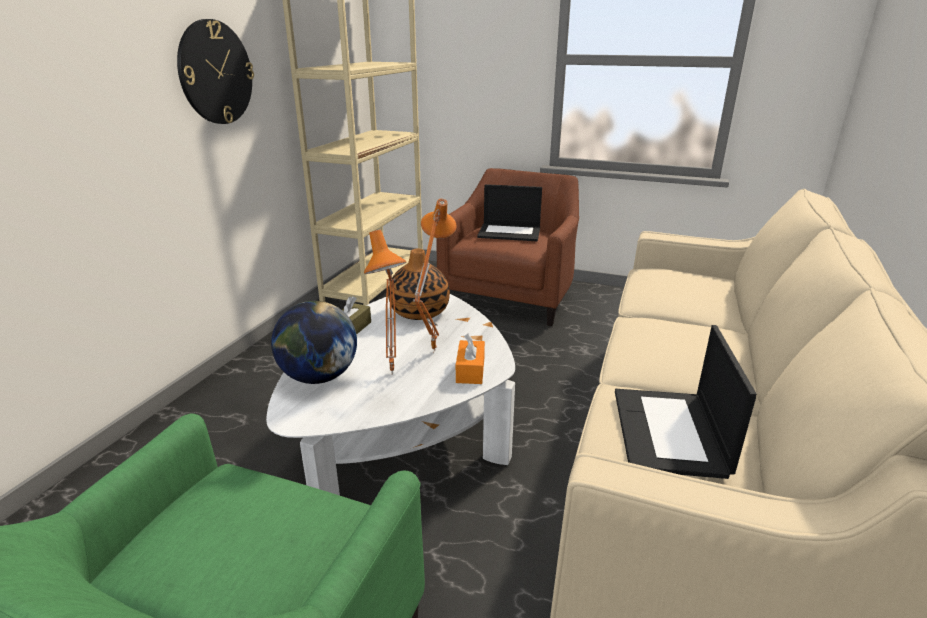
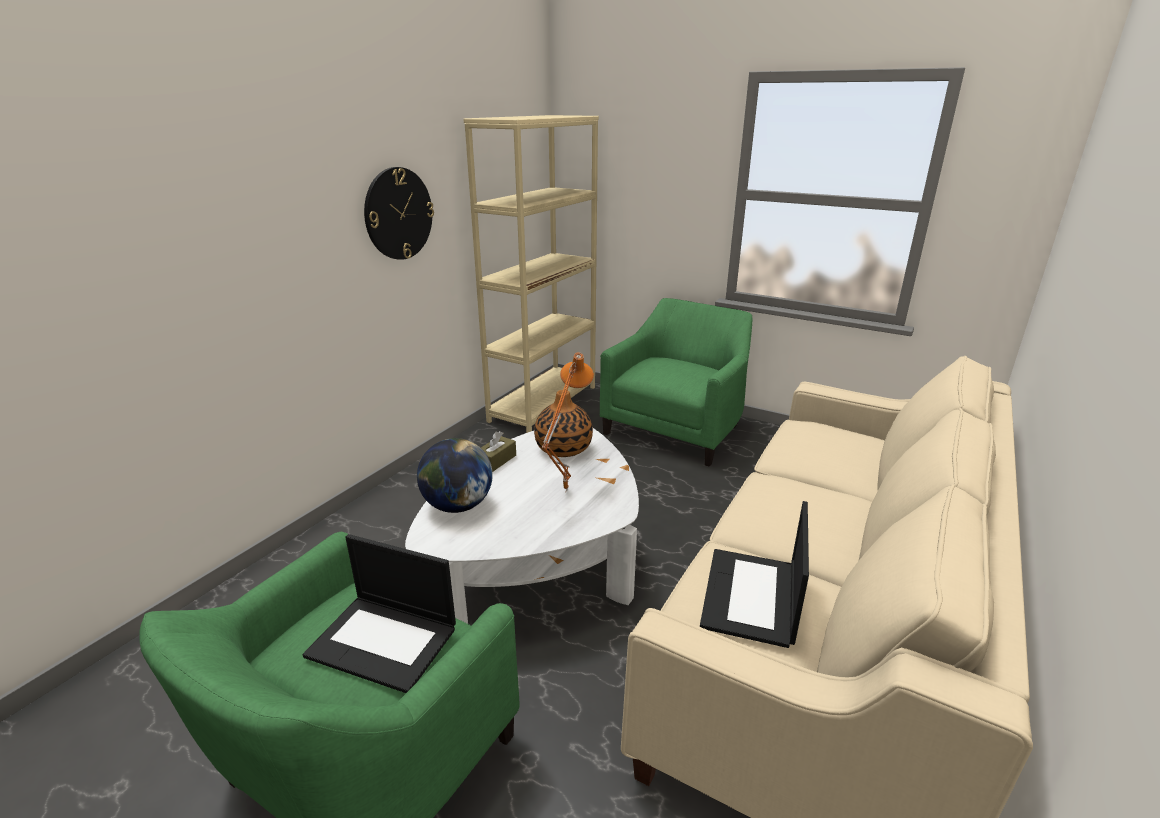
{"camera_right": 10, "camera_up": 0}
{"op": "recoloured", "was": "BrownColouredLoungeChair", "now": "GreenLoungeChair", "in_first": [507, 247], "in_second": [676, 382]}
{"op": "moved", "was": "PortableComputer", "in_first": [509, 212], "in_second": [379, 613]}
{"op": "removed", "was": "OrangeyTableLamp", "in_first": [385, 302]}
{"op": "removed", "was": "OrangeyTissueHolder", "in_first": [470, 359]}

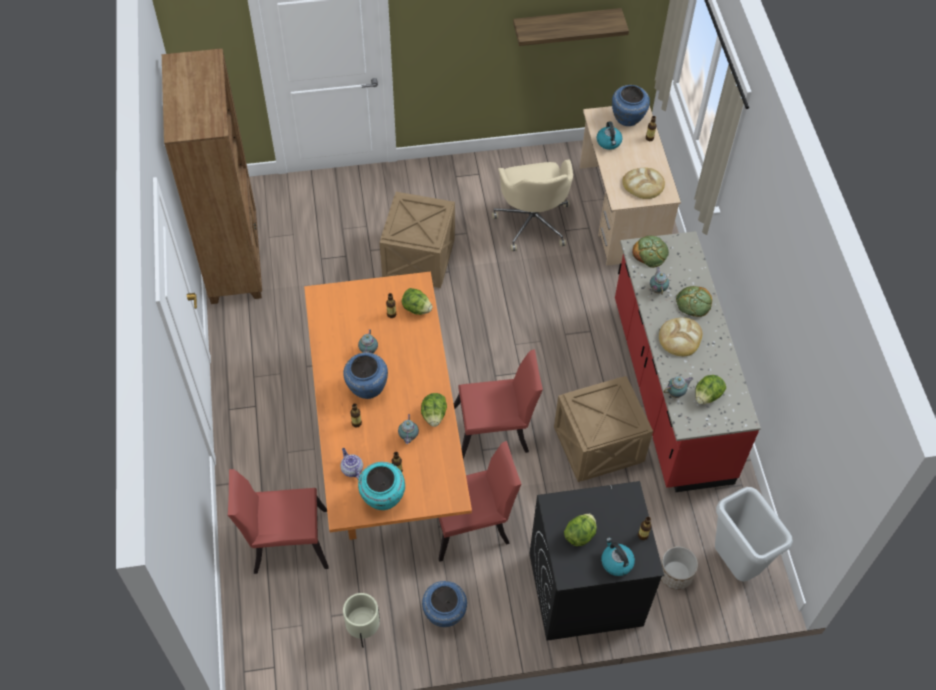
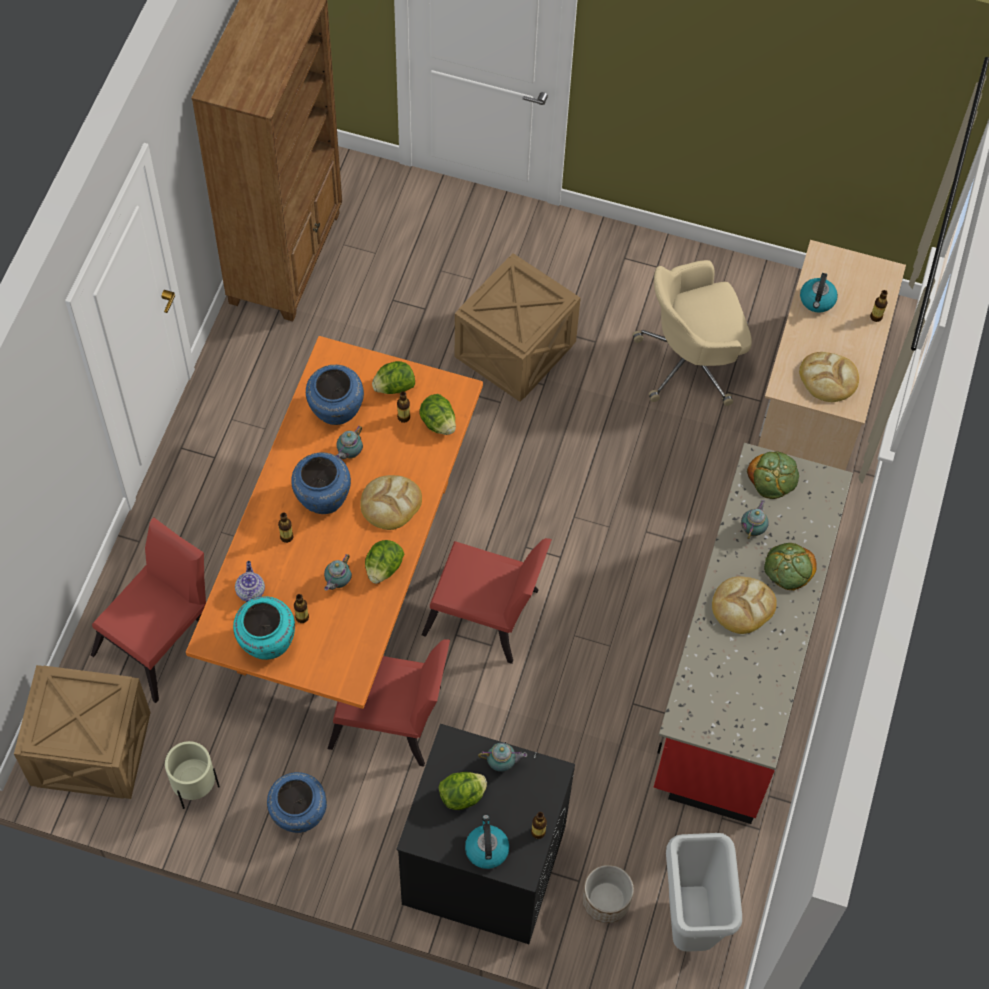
{"camera_right": 25, "camera_up": 5}
{"op": "removed", "was": "BracketShelf", "in_first": [571, 27]}
{"op": "moved", "was": "BlueDecorativeVase", "in_first": [631, 105], "in_second": [335, 395]}
{"op": "turned", "was": "BeigeColouredDeskChair", "in_first": [532, 205], "in_second": [692, 333], "clockwise": 60}
{"op": "moved", "was": "LettuceHead", "in_first": [710, 389], "in_second": [393, 377]}
{"op": "moved", "was": "Crate", "in_first": [603, 429], "in_second": [82, 732]}
{"op": "moved", "was": "Teapot", "in_first": [678, 387], "in_second": [502, 757]}
{"op": "turned", "was": "RedChair", "in_first": [278, 521], "in_second": [148, 610], "clockwise": 105}
{"op": "added", "now": "BakeryBread", "in_second": [391, 502]}

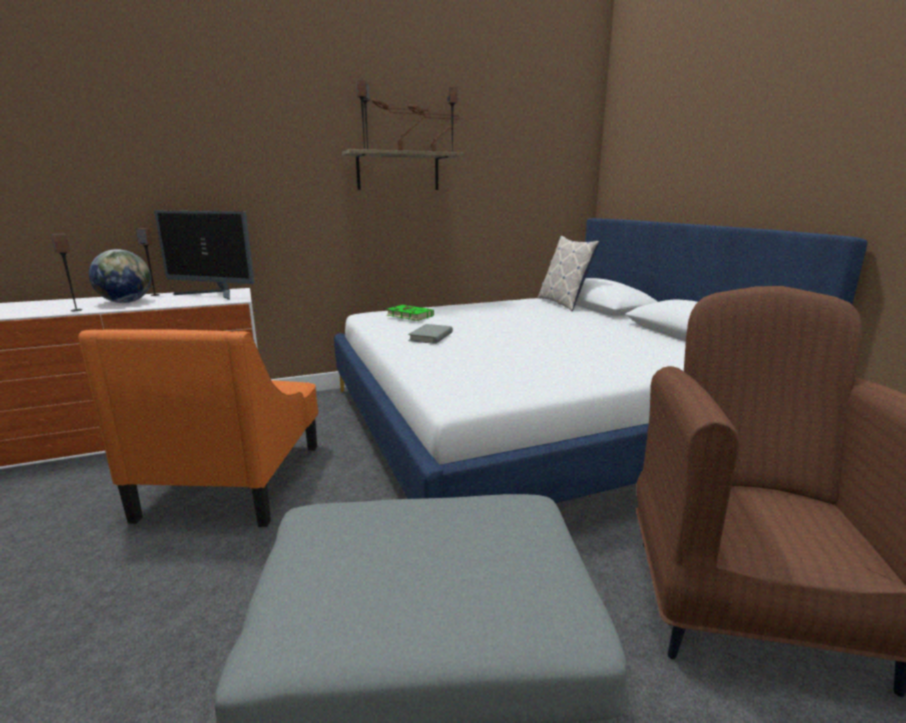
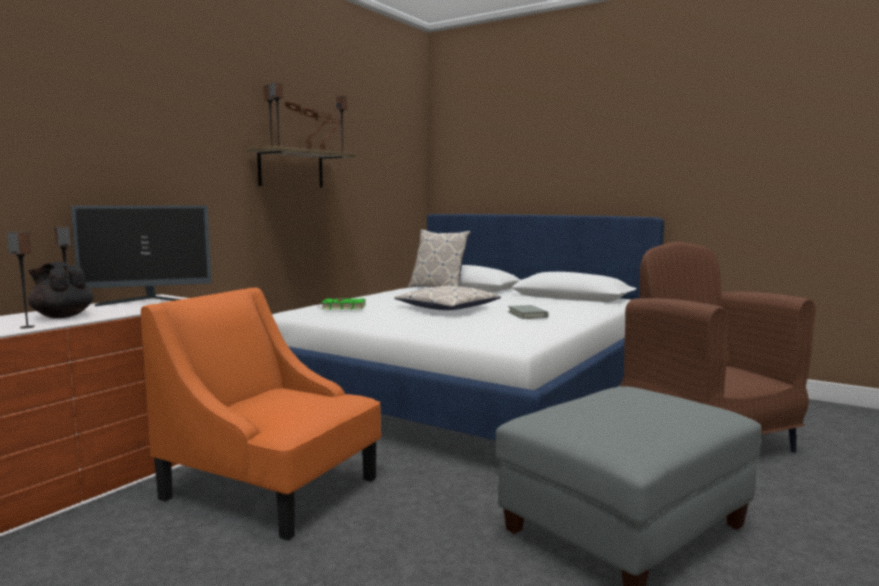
{"camera_right": -35, "camera_up": -10}
{"op": "replaced", "was": "WorldGlobe", "now": "BlackishTeapot", "in_first": [120, 276], "in_second": [61, 290]}
{"op": "moved", "was": "GreyBoundBook", "in_first": [430, 334], "in_second": [528, 312]}
{"op": "turned", "was": "OrangeyLoungeChair", "in_first": [198, 428], "in_second": [261, 414], "clockwise": 150}
{"op": "added", "now": "ThrowPillow", "in_second": [447, 297]}

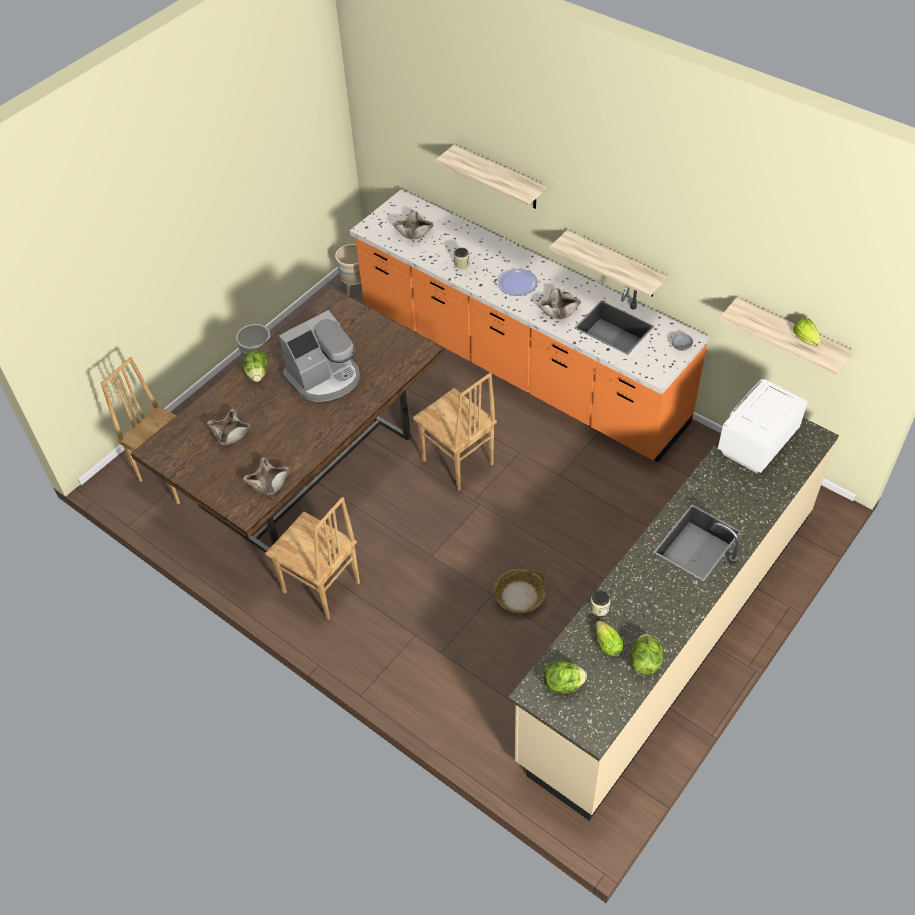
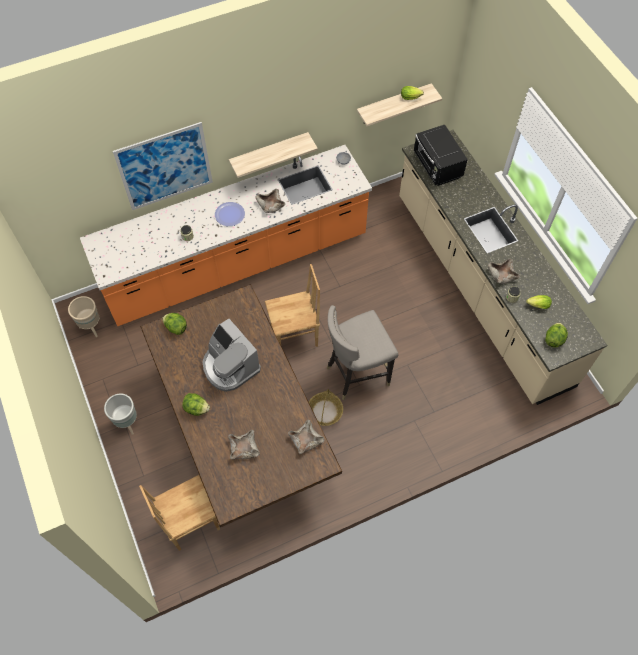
{"camera_right": -65, "camera_up": 10}
{"op": "replaced", "was": "BracketShelf", "now": "WallPicture", "in_first": [491, 177], "in_second": [163, 166]}
{"op": "moved", "was": "BeigeColouredDeepDish", "in_first": [413, 226], "in_second": [504, 271]}
{"op": "turned", "was": "CoffeeMaker", "in_first": [319, 356], "in_second": [231, 355], "clockwise": 150}
{"op": "recoloured", "was": "WhiteMicrowave", "now": "BlackishMicrowave", "in_first": [763, 426], "in_second": [440, 155]}
{"op": "removed", "was": "BrownColouredChair", "in_first": [312, 558]}
{"op": "moved", "was": "HouseholdBasket", "in_first": [520, 591], "in_second": [326, 407]}
{"op": "moved", "was": "LettuceHead", "in_first": [646, 654], "in_second": [174, 324]}
{"op": "added", "now": "GreyStool", "in_second": [363, 352]}

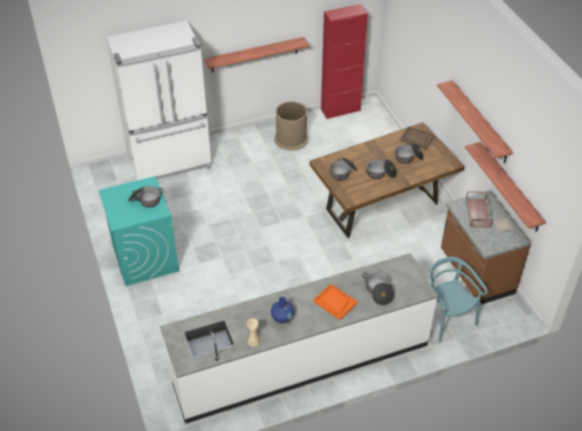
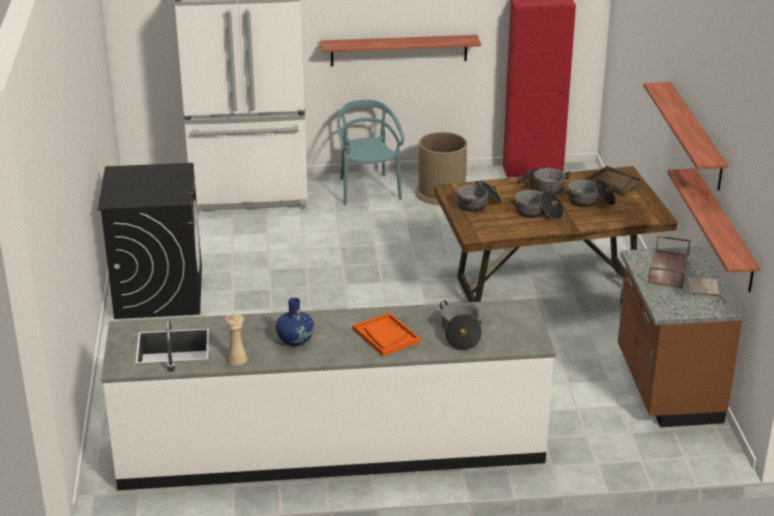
{"camera_right": 15, "camera_up": -15}
{"op": "recoloured", "was": "TurquoiseColouredLaundryAppliance", "now": "BlackishLaundryAppliance", "in_first": [138, 231], "in_second": [150, 241]}
{"op": "moved", "was": "Stockpot", "in_first": [145, 197], "in_second": [544, 180]}
{"op": "moved", "was": "TurquoiseColouredChair", "in_first": [459, 299], "in_second": [370, 152]}

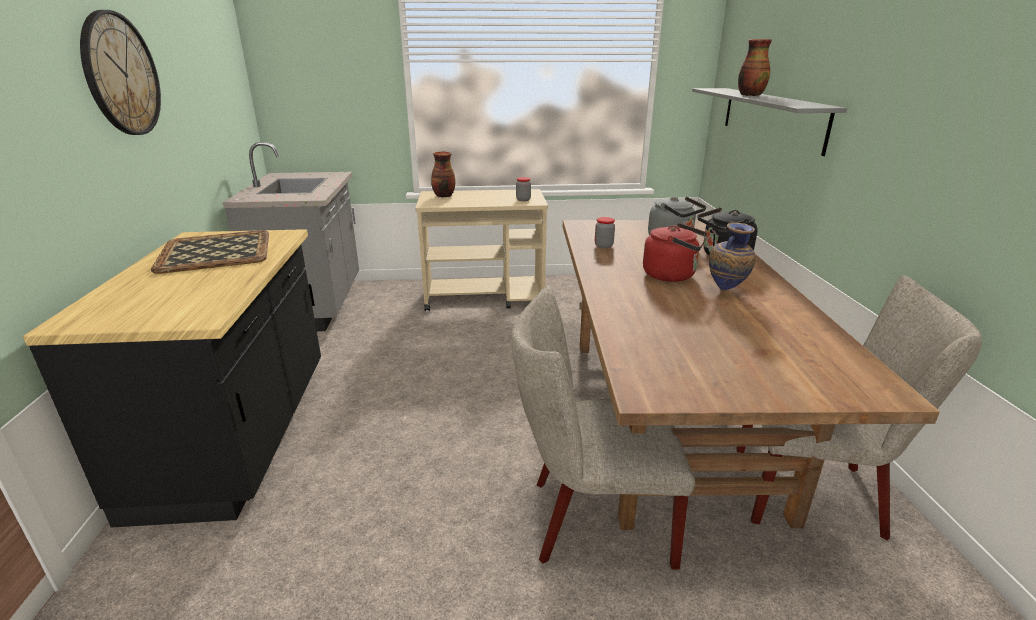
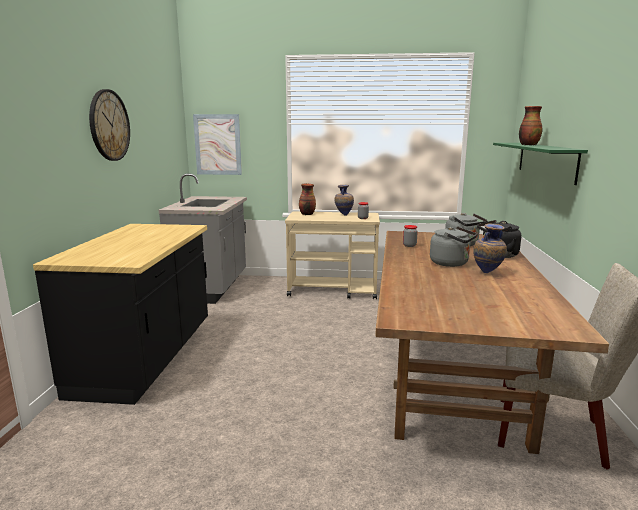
{"camera_right": 10, "camera_up": -10}
{"op": "recoloured", "was": "GreyBracketShelf", "now": "GreenBracketShelf", "in_first": [769, 122], "in_second": [540, 164]}
{"op": "recoloured", "was": "RedWaterKettle", "now": "GreyWaterKettle", "in_first": [675, 252], "in_second": [453, 246]}
{"op": "removed", "was": "ServingTray", "in_first": [210, 252]}
{"op": "removed", "was": "BeigeColouredChair", "in_first": [603, 428]}
{"op": "added", "now": "WallPicture", "in_second": [217, 144]}
{"op": "added", "now": "DecorativeVase", "in_second": [344, 200]}

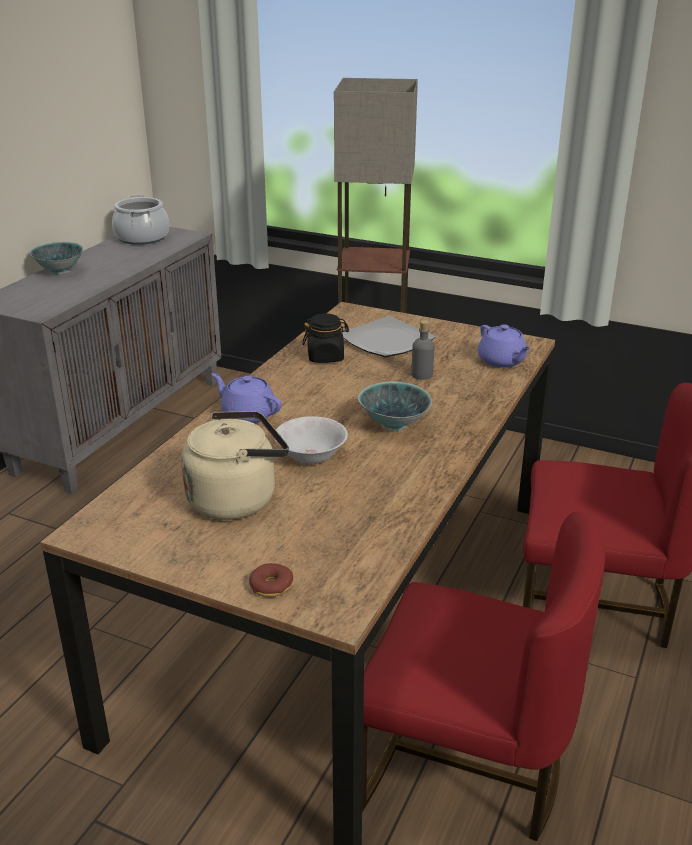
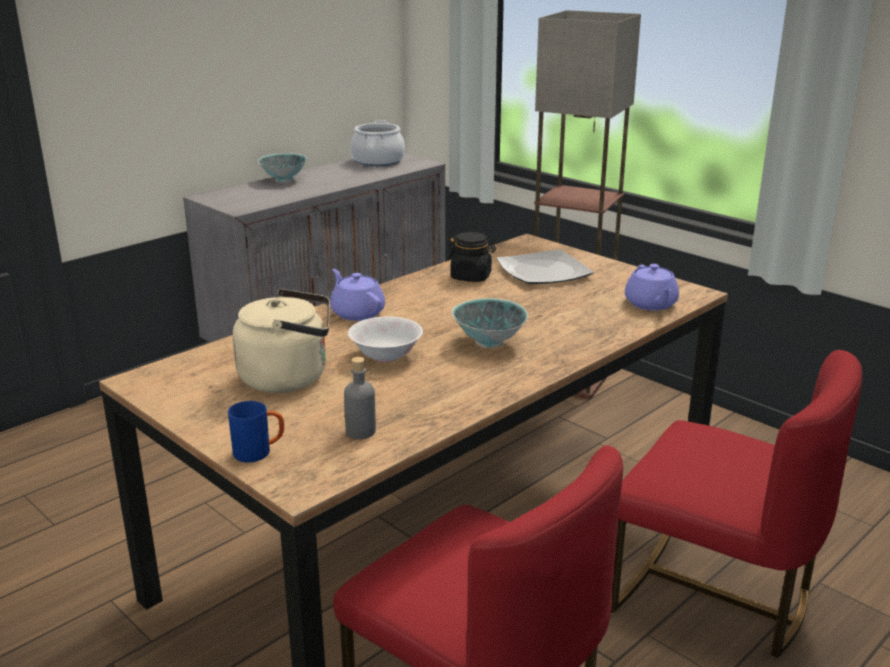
{"camera_right": 20, "camera_up": -5}
{"op": "moved", "was": "GreyDrinkBottle", "in_first": [422, 350], "in_second": [360, 398]}
{"op": "replaced", "was": "Donut", "now": "BlueMug", "in_first": [271, 580], "in_second": [256, 431]}

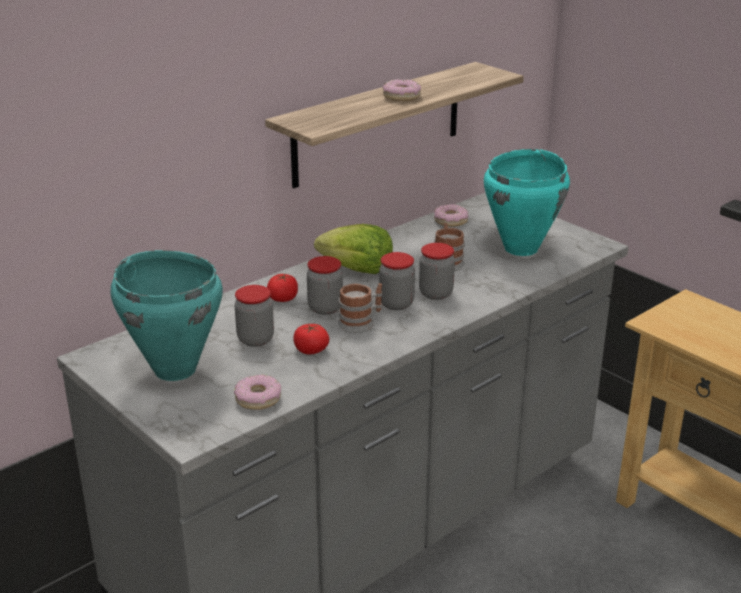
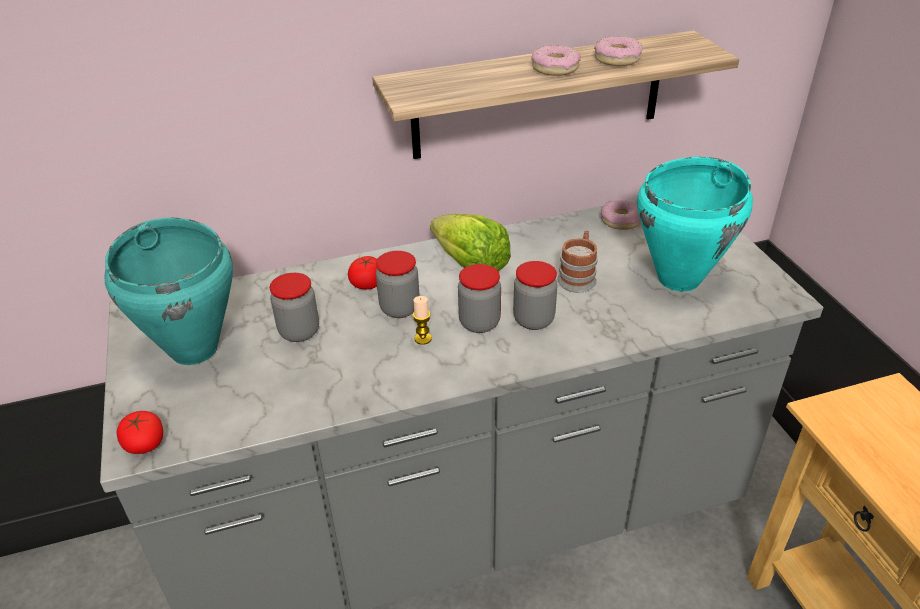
{"camera_right": 25, "camera_up": 10}
{"op": "replaced", "was": "Mug", "now": "WaxCandle", "in_first": [360, 308], "in_second": [422, 320]}
{"op": "moved", "was": "WholeTomato", "in_first": [311, 339], "in_second": [139, 432]}
{"op": "moved", "was": "Donut", "in_first": [257, 392], "in_second": [618, 51]}

